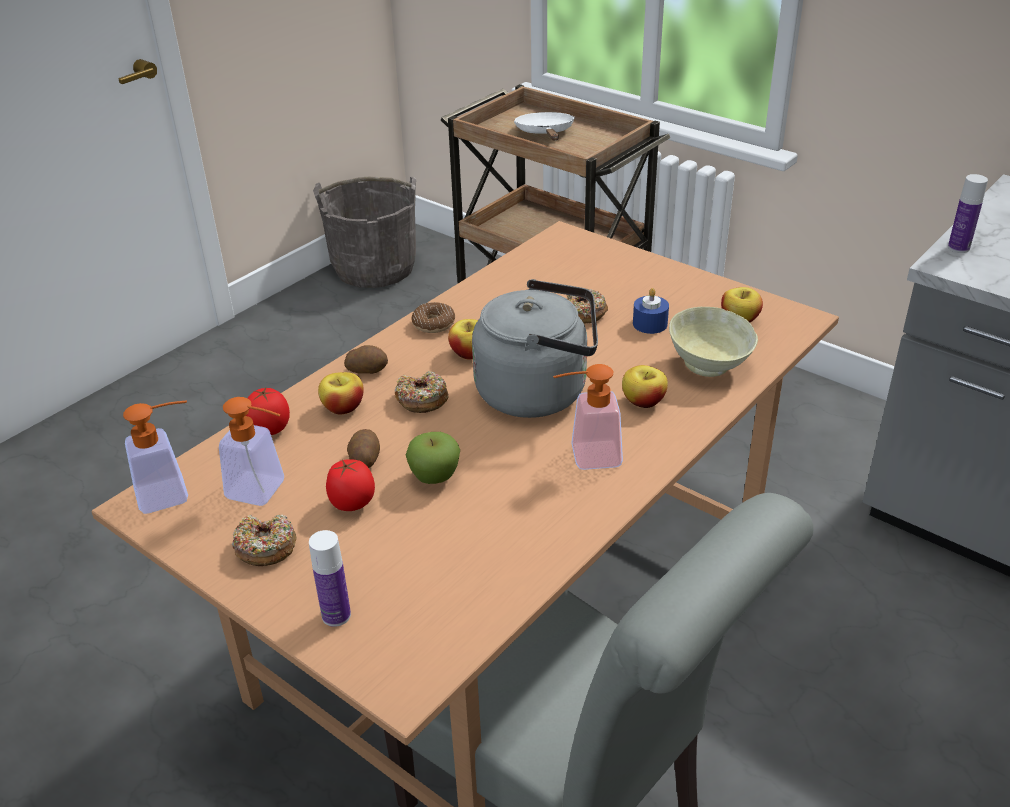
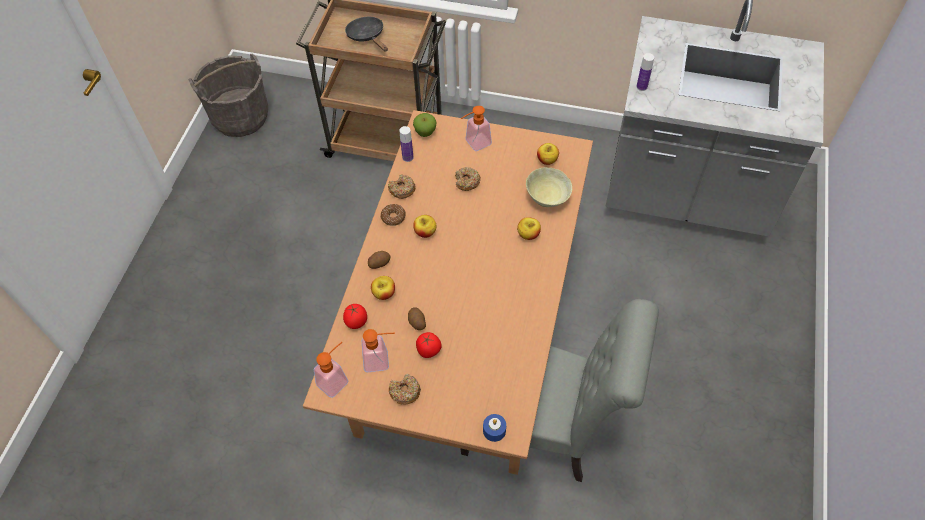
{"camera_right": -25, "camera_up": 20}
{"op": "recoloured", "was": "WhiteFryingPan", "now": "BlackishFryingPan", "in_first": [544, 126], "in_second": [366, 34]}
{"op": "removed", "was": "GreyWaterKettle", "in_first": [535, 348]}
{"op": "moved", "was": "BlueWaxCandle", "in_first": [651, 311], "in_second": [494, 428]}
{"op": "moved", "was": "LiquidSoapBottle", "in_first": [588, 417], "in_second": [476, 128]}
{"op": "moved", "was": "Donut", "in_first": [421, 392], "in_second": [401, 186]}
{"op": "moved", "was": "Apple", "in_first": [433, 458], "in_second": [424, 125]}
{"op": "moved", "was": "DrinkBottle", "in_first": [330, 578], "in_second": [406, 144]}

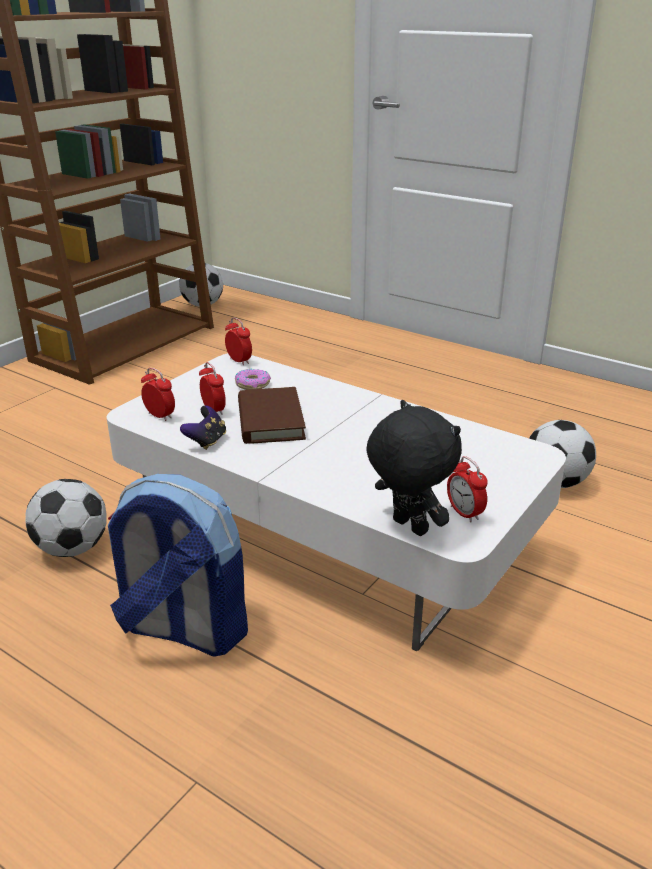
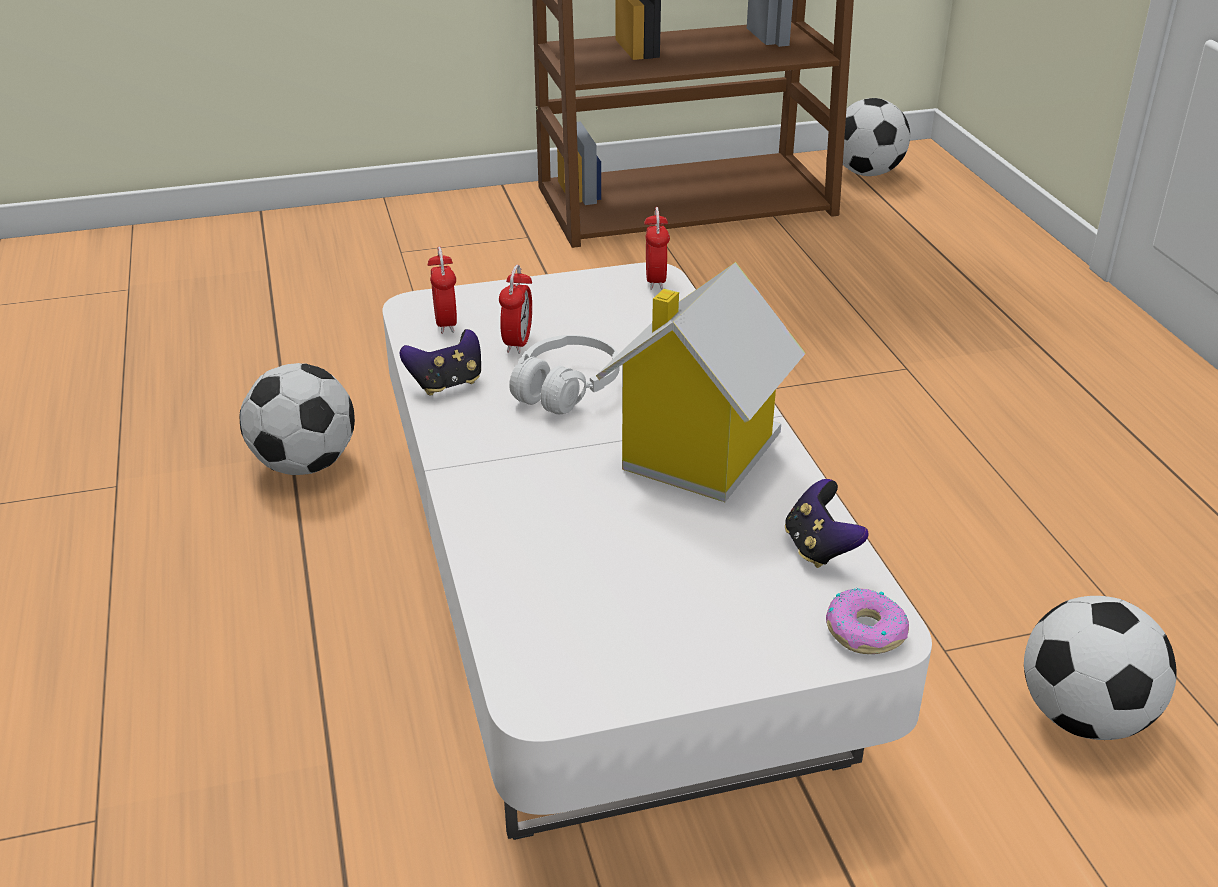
{"camera_right": 40, "camera_up": 5}
{"op": "moved", "was": "Donut", "in_first": [253, 379], "in_second": [867, 621]}
{"op": "replaced", "was": "BrownColouredBoundBook", "now": "WhitePairOfHeadphones", "in_first": [272, 415], "in_second": [564, 374]}
{"op": "removed", "was": "BlackishSoftToy", "in_first": [414, 468]}
{"op": "removed", "was": "AlarmClock", "in_first": [467, 489]}
{"op": "removed", "was": "Knapsack", "in_first": [178, 565]}
{"op": "added", "now": "ToyHouse", "in_second": [701, 382]}
{"op": "added", "now": "GameController", "in_second": [827, 523]}

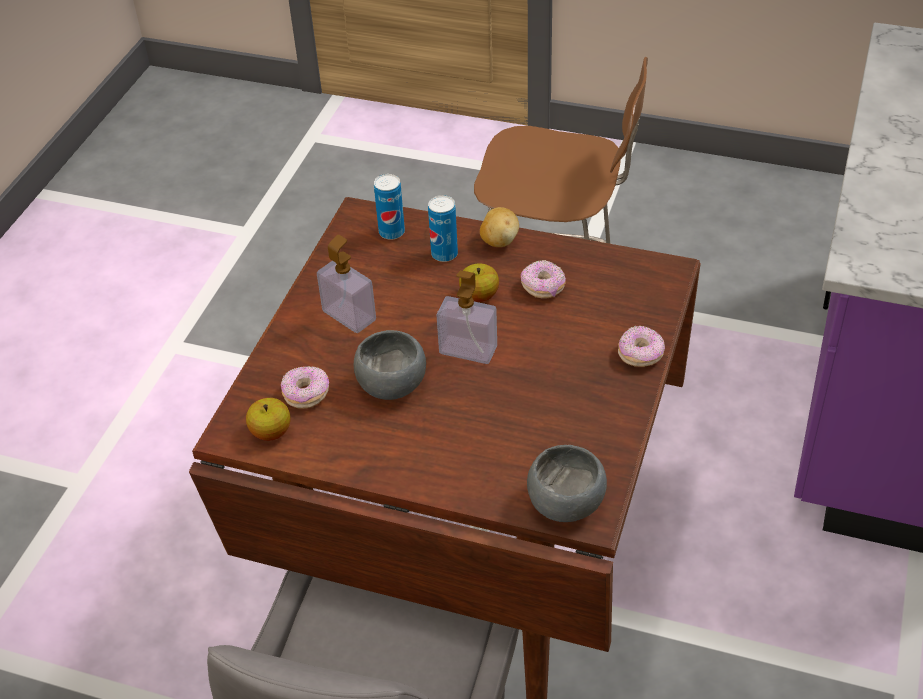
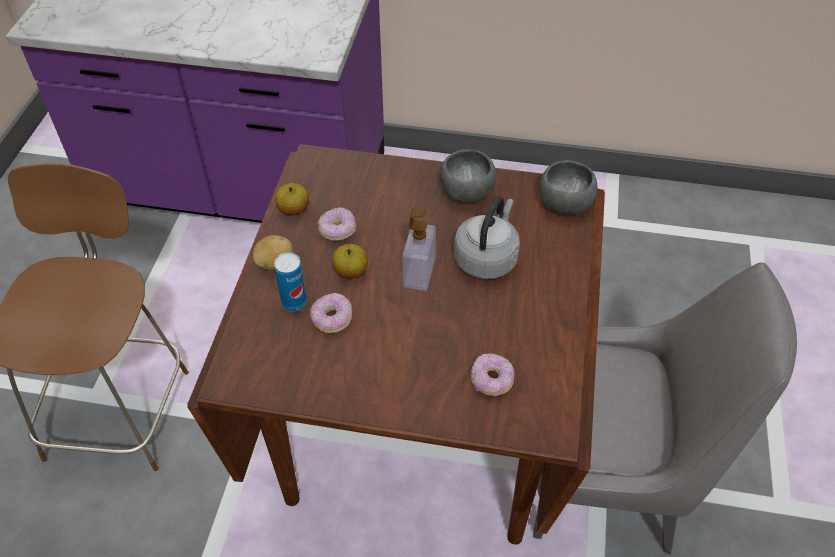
{"camera_right": -100, "camera_up": 5}
{"op": "removed", "was": "SealedCan", "in_first": [389, 207]}
{"op": "removed", "was": "LiquidSoapBottle", "in_first": [346, 284]}
{"op": "moved", "was": "Donut", "in_first": [641, 346], "in_second": [331, 313]}
{"op": "moved", "was": "GreyDeepDish", "in_first": [390, 365], "in_second": [468, 176]}
{"op": "moved", "was": "Apple", "in_first": [268, 419], "in_second": [292, 199]}
{"op": "added", "now": "GreyWaterKettle", "in_second": [487, 237]}

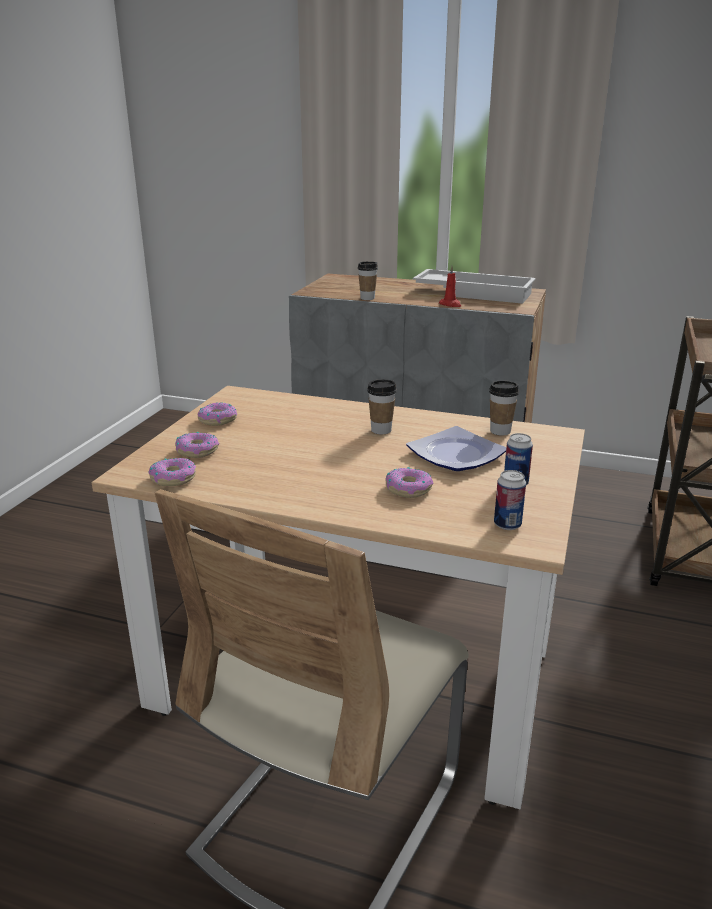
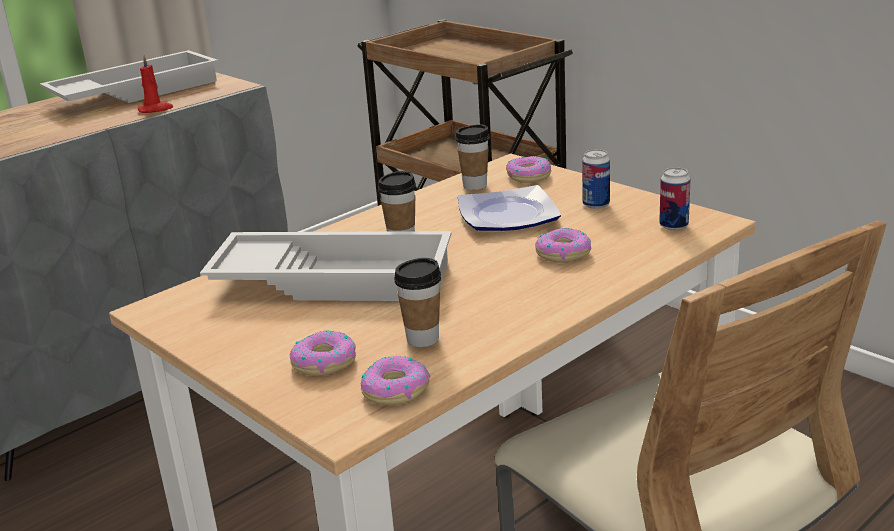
{"camera_right": -60, "camera_up": 0}
{"op": "moved", "was": "Cup", "in_first": [368, 281], "in_second": [417, 302]}
{"op": "moved", "was": "Donut", "in_first": [217, 414], "in_second": [528, 169]}
{"op": "added", "now": "WhiteServingTray", "in_second": [325, 266]}

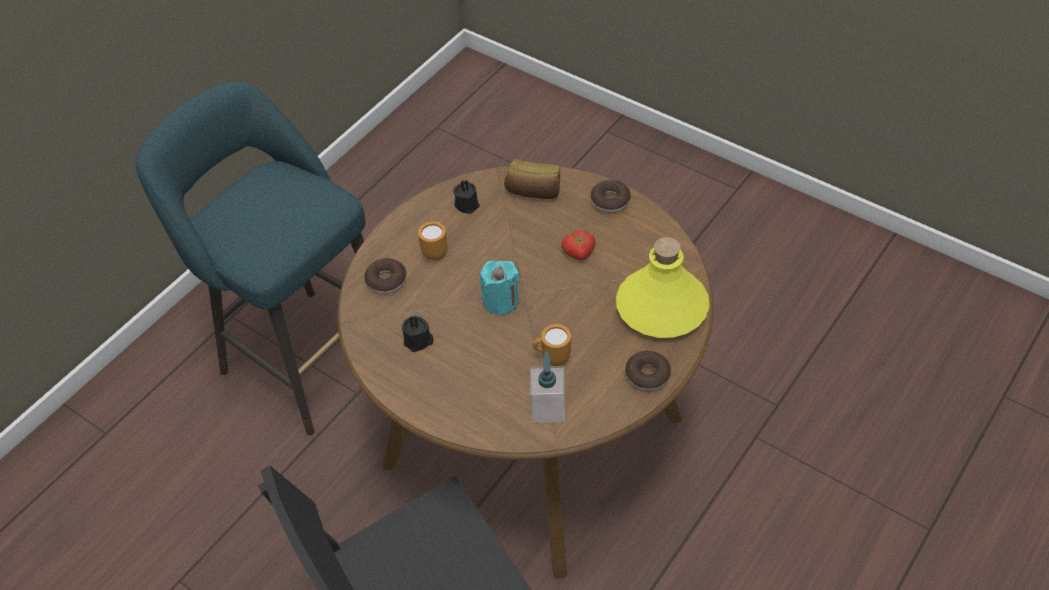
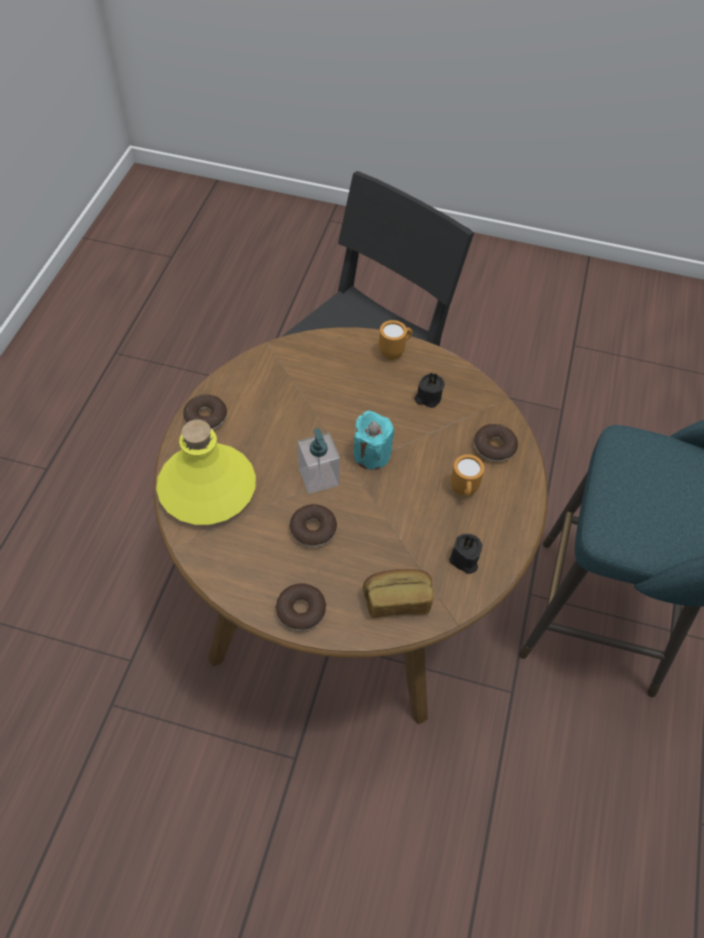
{"camera_right": 155, "camera_up": 5}
{"op": "replaced", "was": "WholeTomato", "now": "Donut", "in_first": [578, 245], "in_second": [313, 526]}
{"op": "moved", "was": "OrangeyMug", "in_first": [551, 345], "in_second": [396, 340]}
{"op": "moved", "was": "LiquidSoapBottle", "in_first": [547, 387], "in_second": [319, 461]}

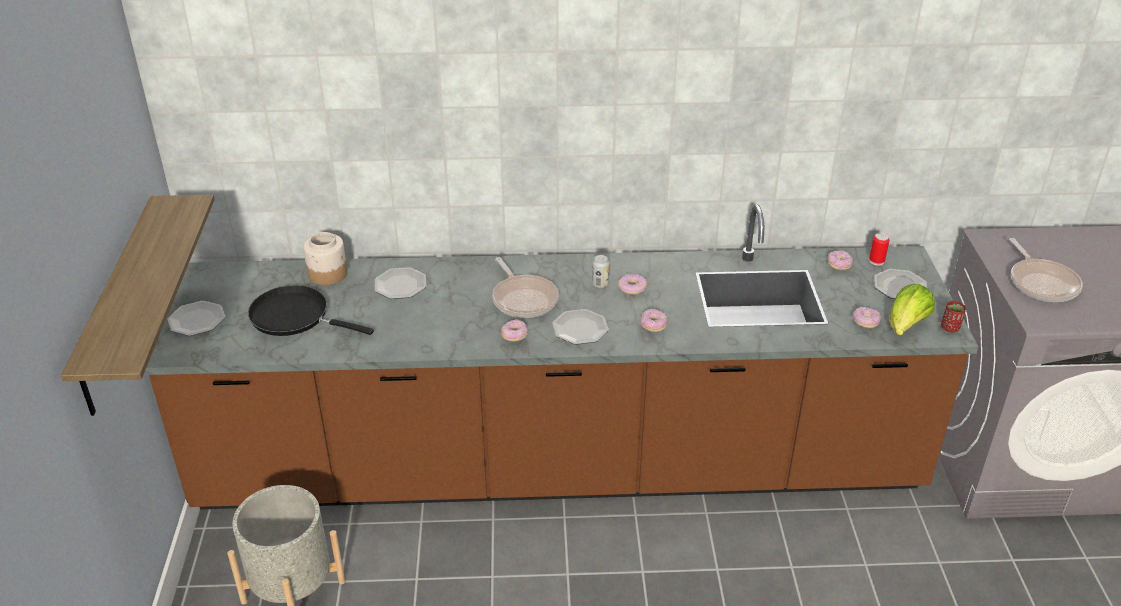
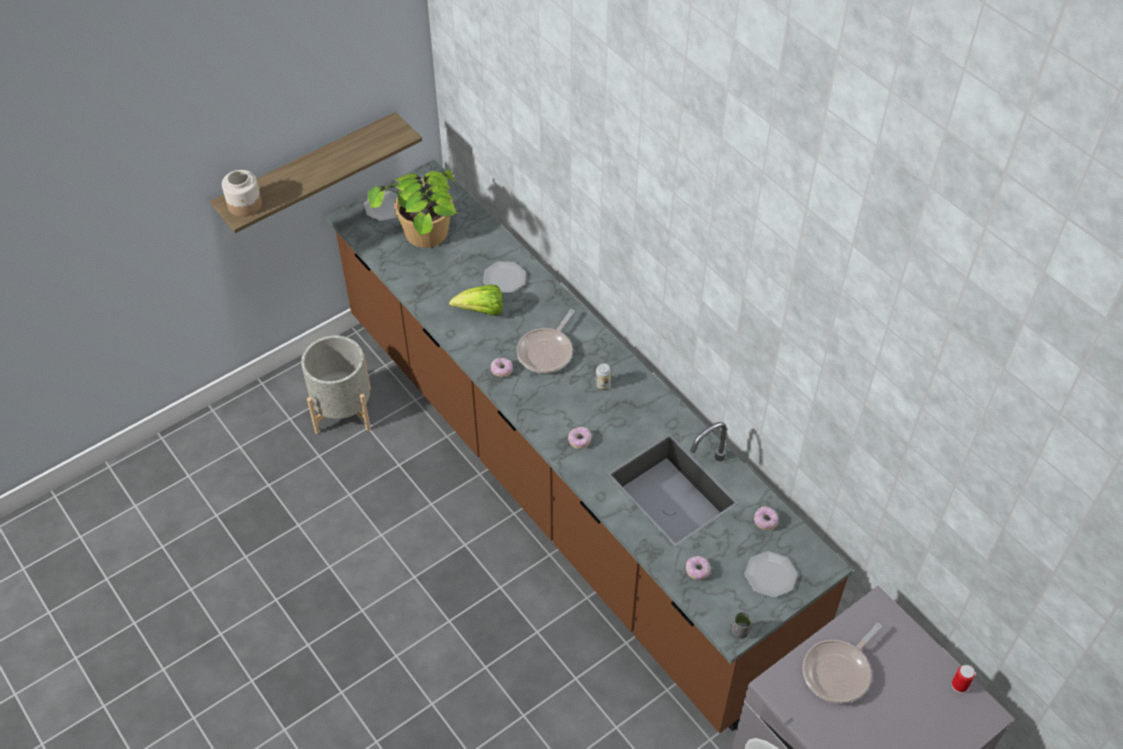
{"camera_right": 55, "camera_up": 15}
{"op": "moved", "was": "PreserveJar", "in_first": [325, 258], "in_second": [242, 193]}
{"op": "moved", "was": "SealedCan", "in_first": [879, 249], "in_second": [963, 679]}
{"op": "removed", "was": "Donut", "in_first": [632, 284]}
{"op": "moved", "was": "LettuceHead", "in_first": [912, 309], "in_second": [476, 300]}
{"op": "replaced", "was": "BlackishFryingPan", "now": "PottedPlant", "in_first": [311, 310], "in_second": [413, 209]}
{"op": "recoloured", "was": "RedCup", "now": "GreyCup", "in_first": [953, 316], "in_second": [742, 625]}
{"op": "removed", "was": "Plate", "in_first": [580, 327]}

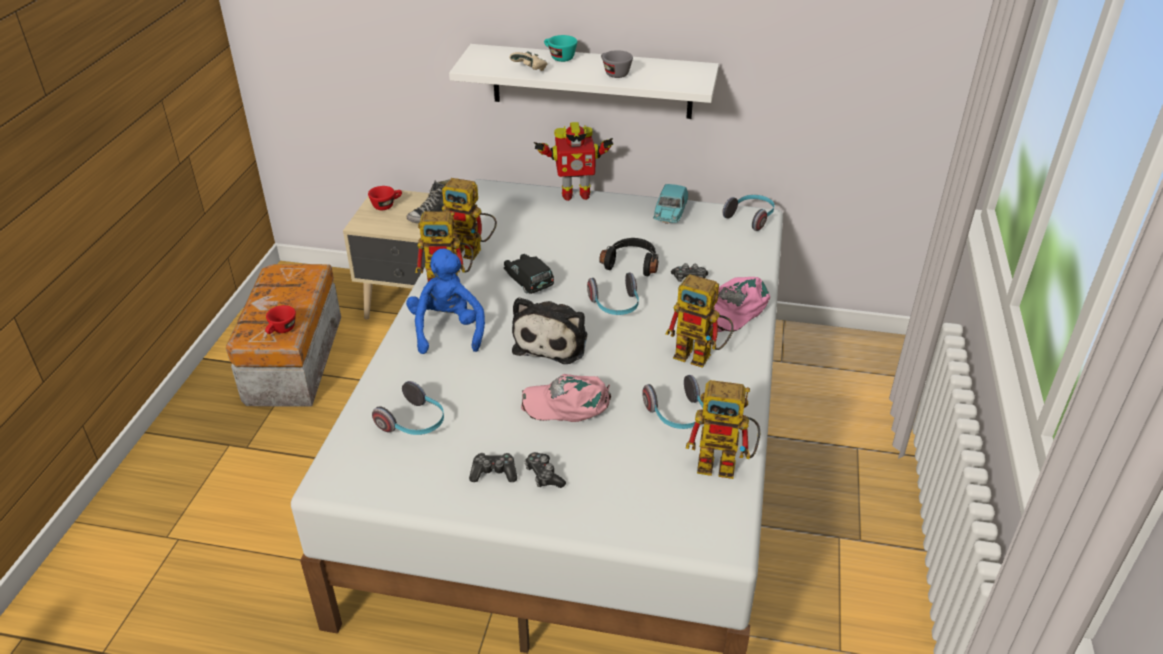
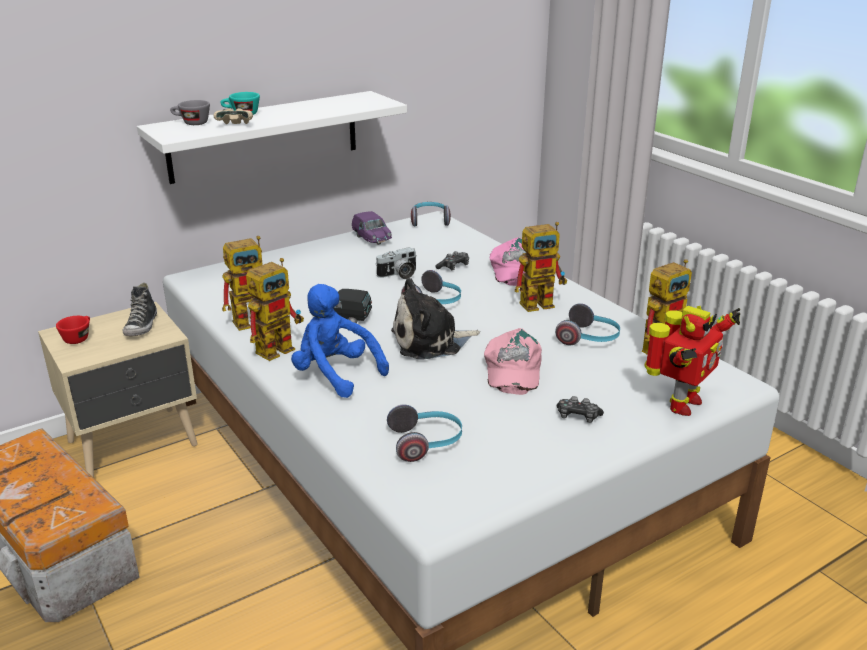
{"camera_right": -45, "camera_up": -10}
{"op": "moved", "was": "GreyCup", "in_first": [617, 64], "in_second": [190, 112]}
{"op": "moved", "was": "RobotFigure", "in_first": [573, 161], "in_second": [692, 361]}
{"op": "recoloured", "was": "TurquoiseColouredToyCar", "now": "PurplishToyCar", "in_first": [670, 204], "in_second": [372, 228]}
{"op": "replaced", "was": "BlackishPairOfHeadphones", "now": "StillCamera", "in_first": [628, 257], "in_second": [396, 263]}
{"op": "turned", "was": "SoftToy", "in_first": [549, 330], "in_second": [435, 319], "clockwise": 105}
{"op": "removed", "was": "RedCup", "in_first": [280, 319]}
{"op": "turned", "was": "PinkishPeakedCap", "in_first": [566, 398], "in_second": [513, 361], "clockwise": -45}
{"op": "removed", "was": "GameController", "in_first": [493, 467]}

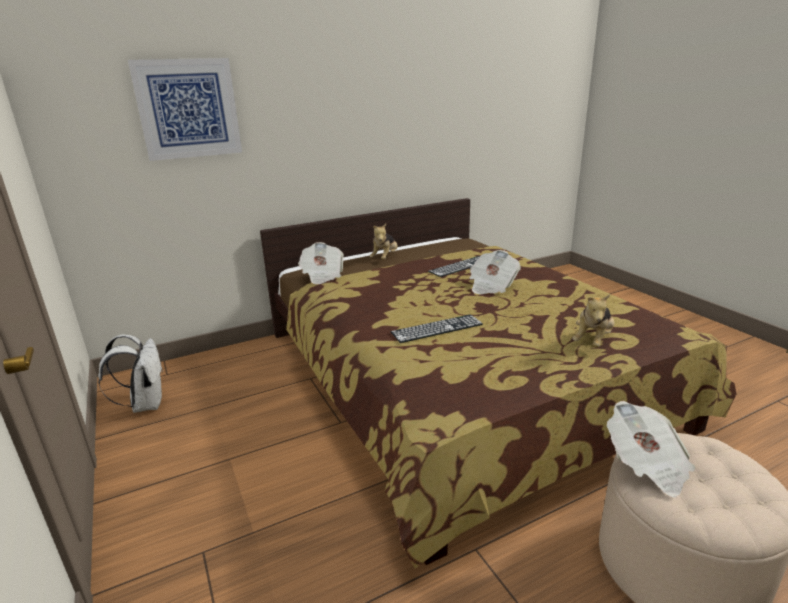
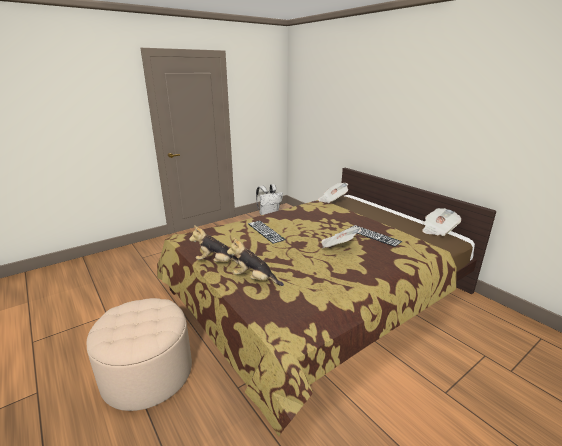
{"camera_right": 80, "camera_up": 0}
{"op": "removed", "was": "WallPicture", "in_first": [185, 109]}
{"op": "moved", "was": "SoftToy", "in_first": [384, 242], "in_second": [214, 244]}
{"op": "moved", "was": "Newspaper", "in_first": [651, 449], "in_second": [441, 222]}

